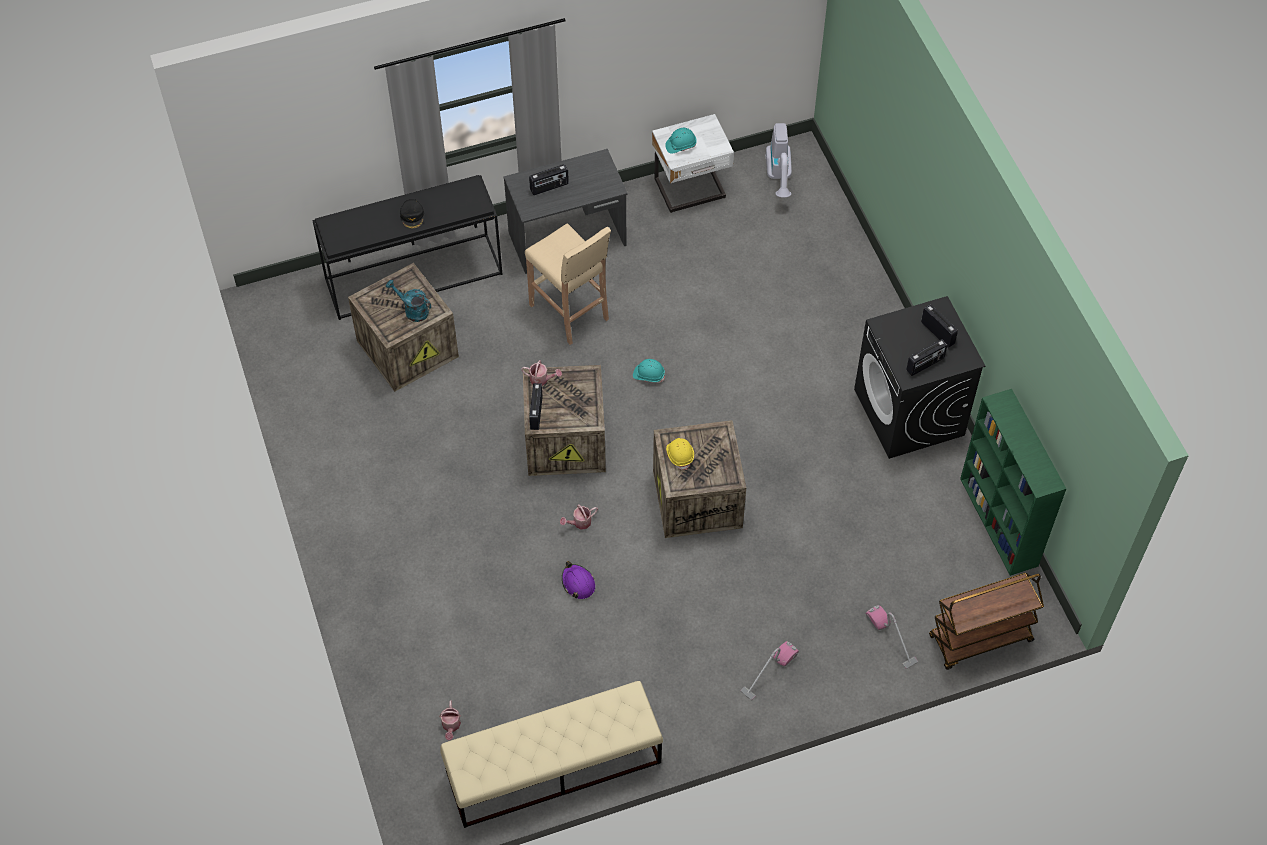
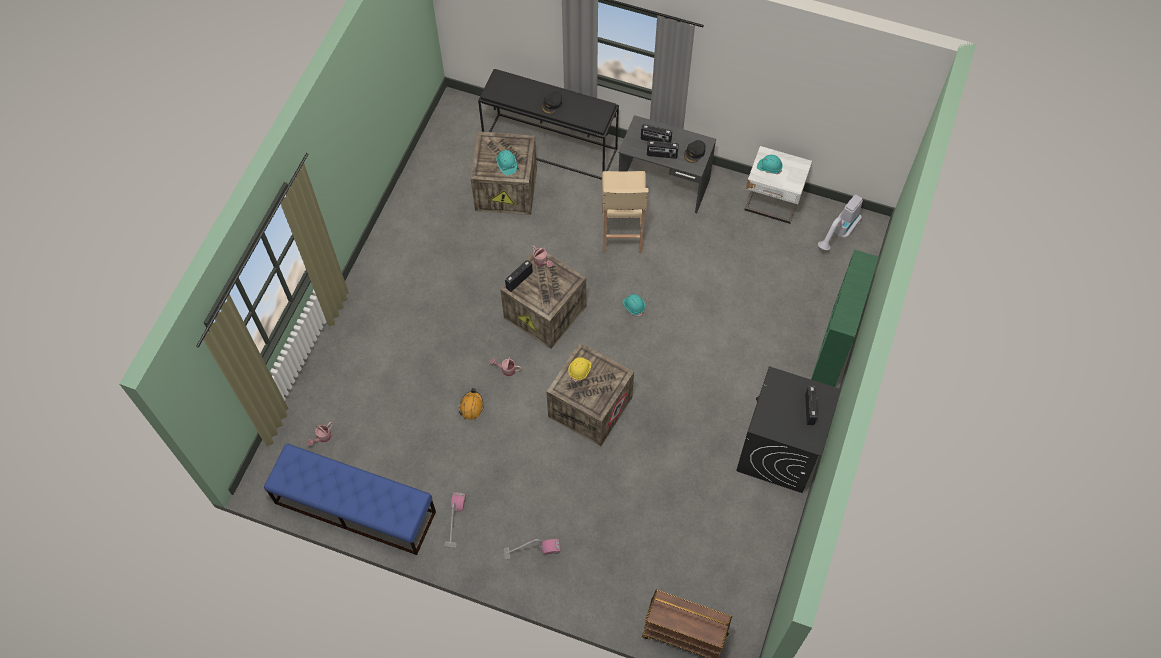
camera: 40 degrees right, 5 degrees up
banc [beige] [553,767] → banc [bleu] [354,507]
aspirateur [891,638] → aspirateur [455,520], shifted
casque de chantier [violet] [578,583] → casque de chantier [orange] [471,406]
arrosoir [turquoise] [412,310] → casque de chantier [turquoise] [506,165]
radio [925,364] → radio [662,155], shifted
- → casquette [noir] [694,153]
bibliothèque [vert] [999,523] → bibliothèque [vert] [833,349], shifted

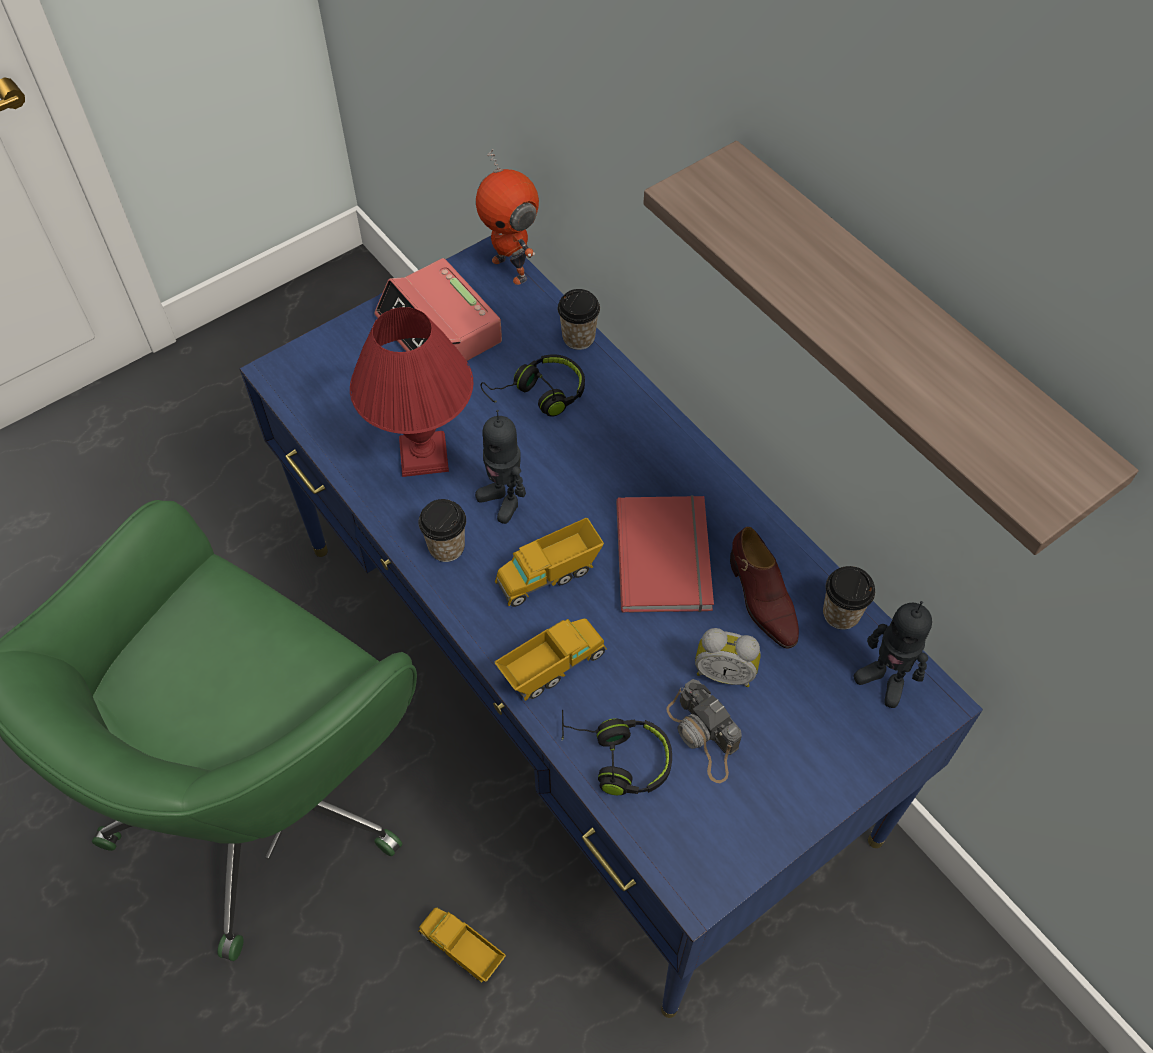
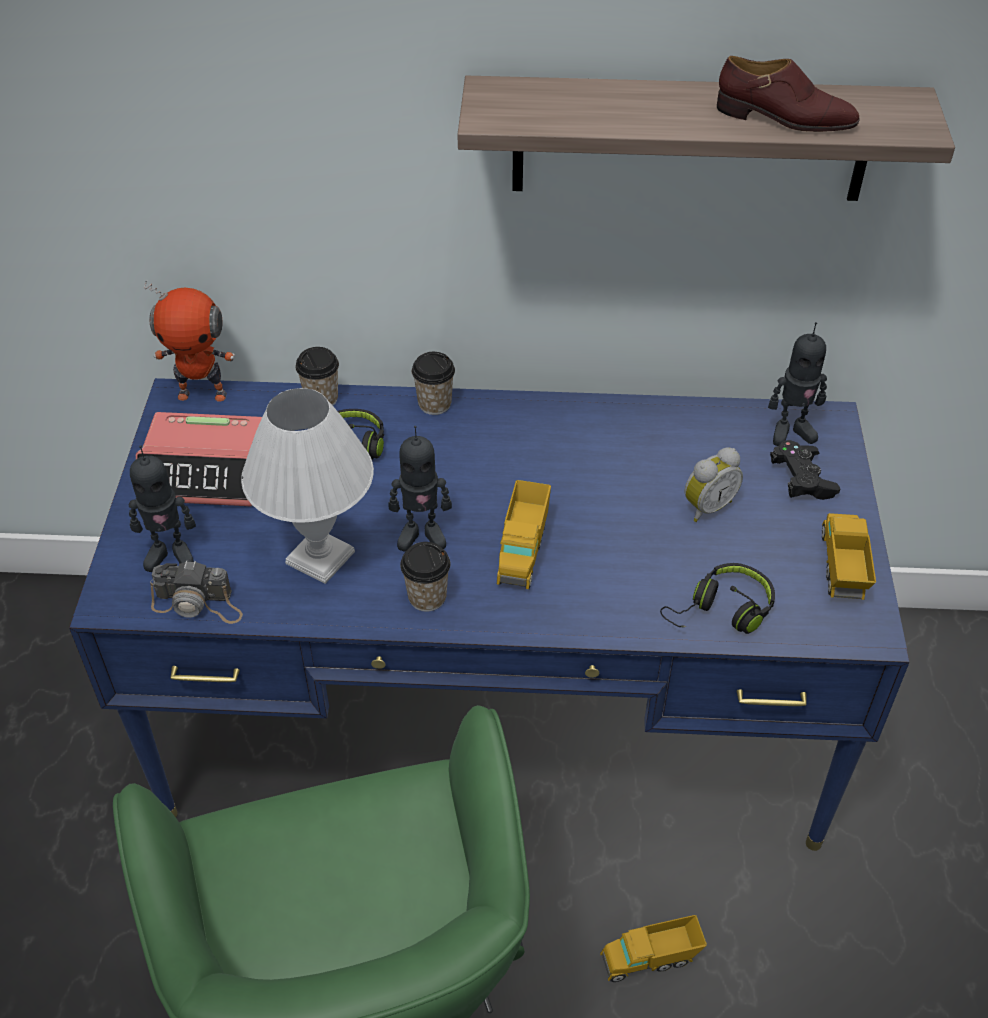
camera: 50 degrees left, 10 degrees down
- → robot jouet [170,555]
appareil photo [704,736] → appareil photo [198,604], shifted
lampe de table [rouge] [422,456] → lampe de table [blanc] [320,559]
tasse [841,614] → tasse [434,404], shifted
chaussure [marron] [761,599] → chaussure [marron] [785,118], shifted
- → manette [noir] [801,480]
camion jouet [552,669] → camion jouet [841,570], shifted
livre [rouge] [667,556] → -

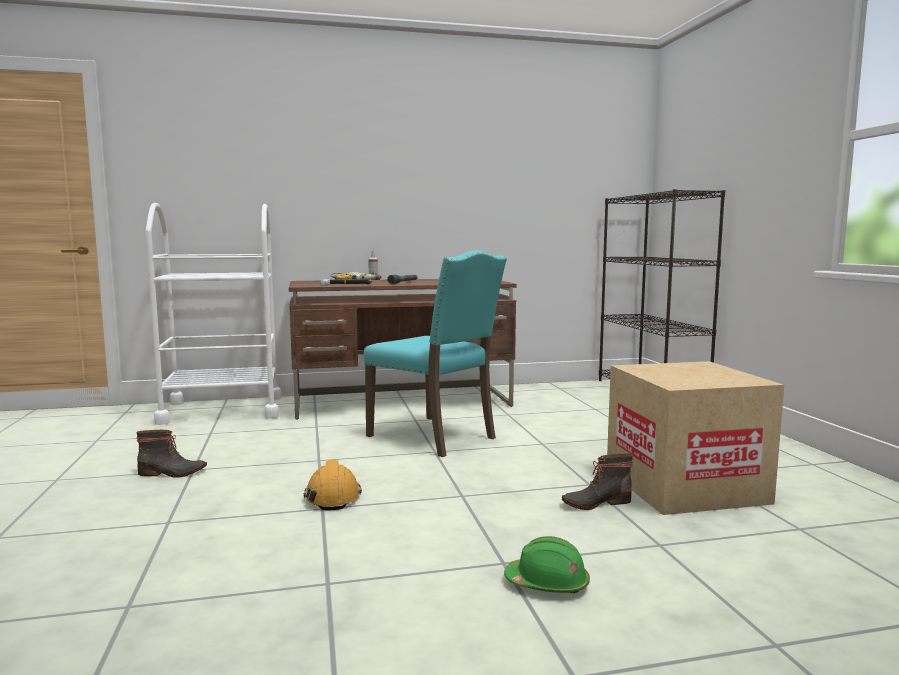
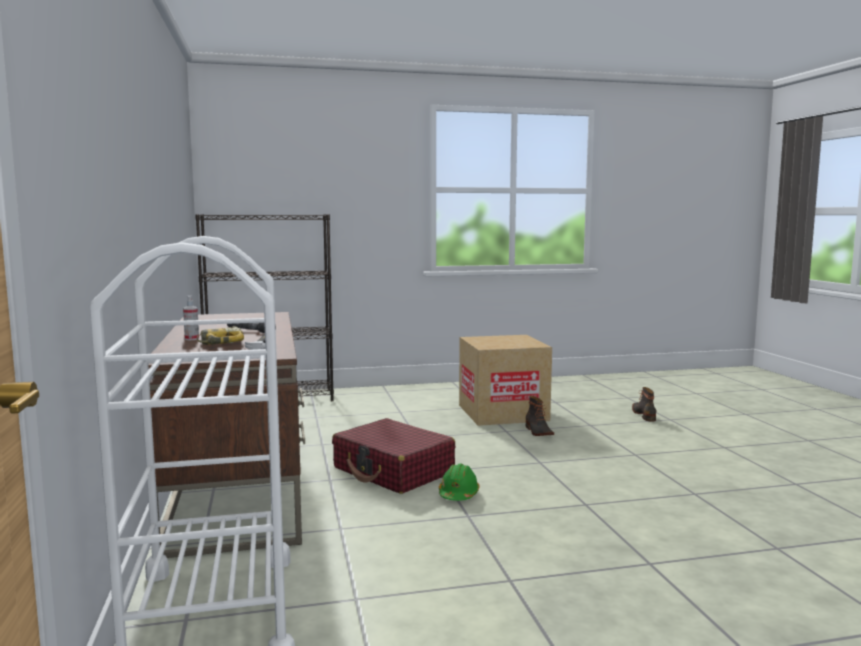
camera: 90 degrees left, 0 degrees up
chaise [turquoise] [435,437] → valise [rouge] [393,471]
casque de chantier [vert] [547,583] → casque de chantier [vert] [458,494], shifted
botte [172,473] → botte [645,415], shifted
casque de chantier [orange] [332,496] → -

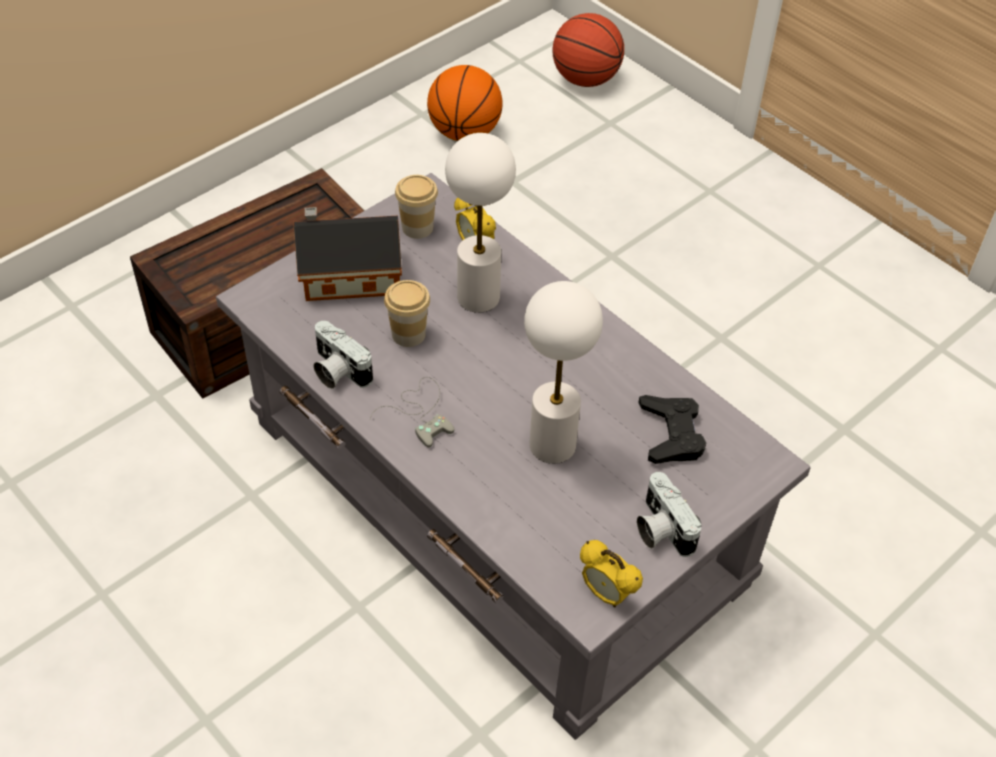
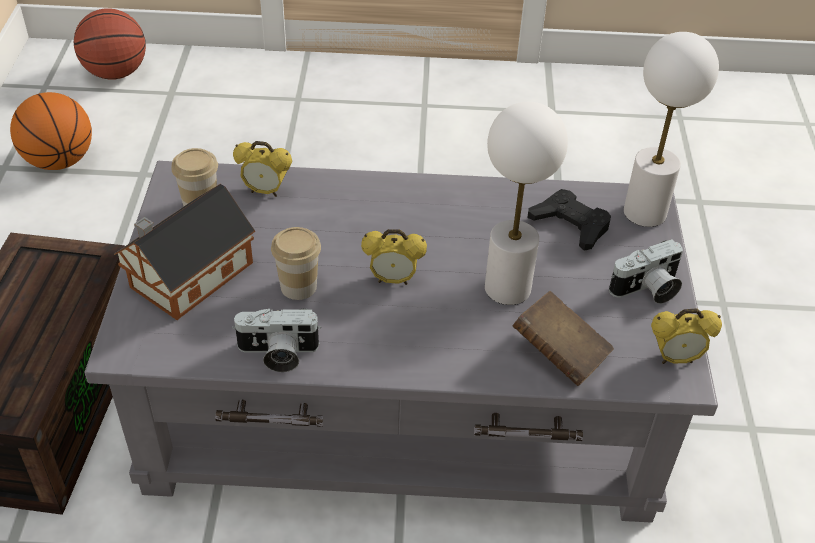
camera: 45 degrees left, 5 degrees down
- → réveil [393,280]
- → livre [marron] [559,354]
appareil photo [660,529] → appareil photo [647,290], 45 degrees counterclockwise
lampe de table [blanc] [479,297] → lampe de table [blanc] [645,212], shifted
manette [gris] [420,412] → -

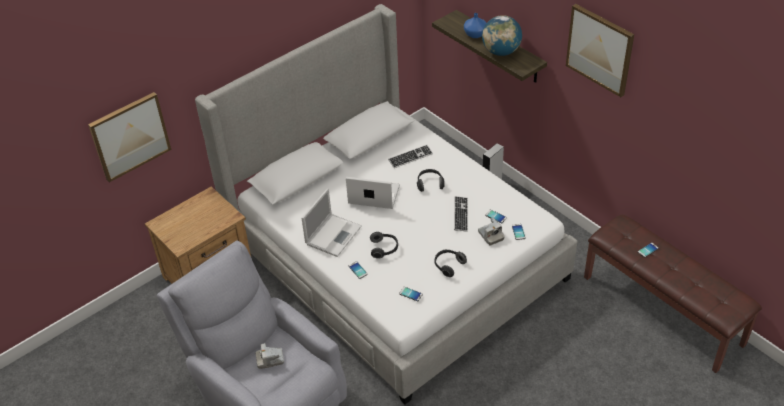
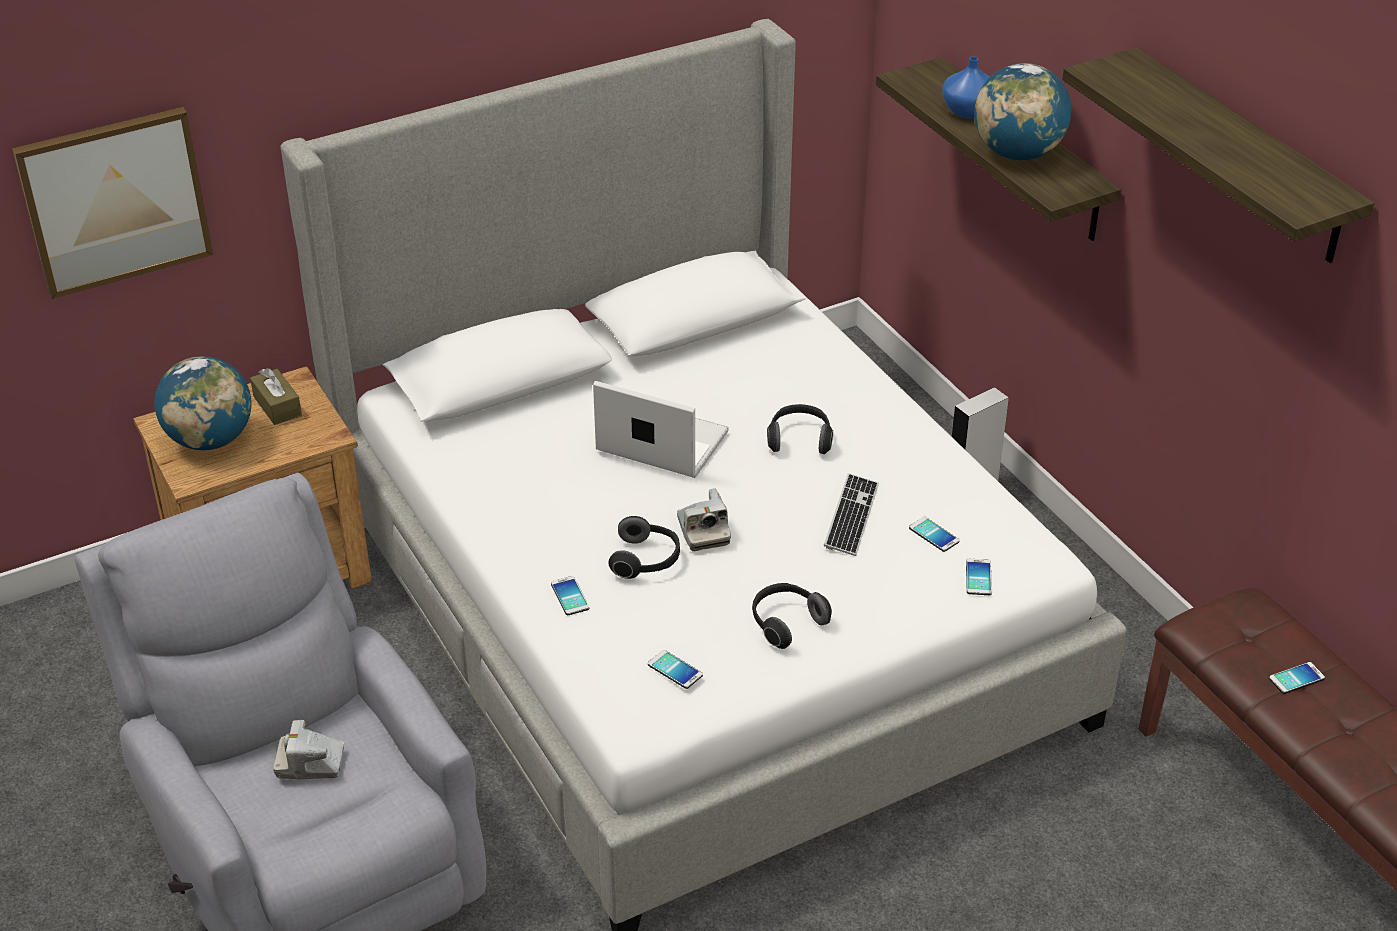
camera: 10 degrees right, 5 degrees down
- → globe [210,440]
- → boîte à mouchoirs [marron] [277,406]
appareil photo [490,235] → appareil photo [703,531], shifted
tableau [600,49] → étagère [1241,157]
ordinateur portable [334,234] → -
clavier [410,157] → -

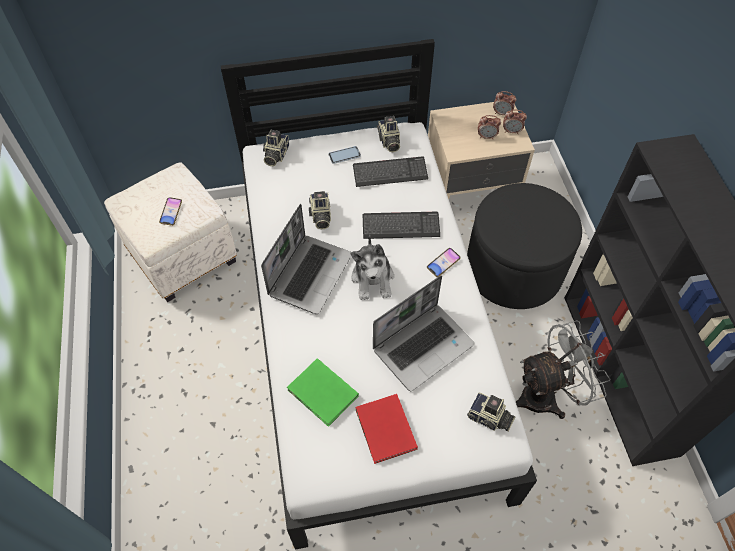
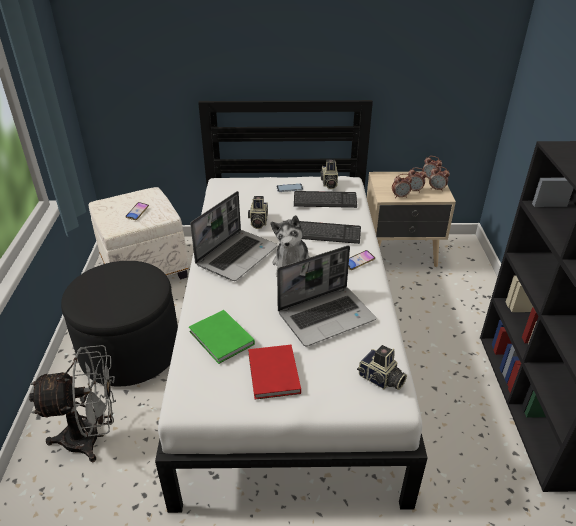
camera: 10 degrees right, 20 degrees down
ventilateur [gris] [546,395] → ventilateur [gris] [92,437], shifted
pouf [noir] [513,269] → pouf [noir] [130,351], shifted
- → réveil [400,196]
appareil photo [275,155] → -

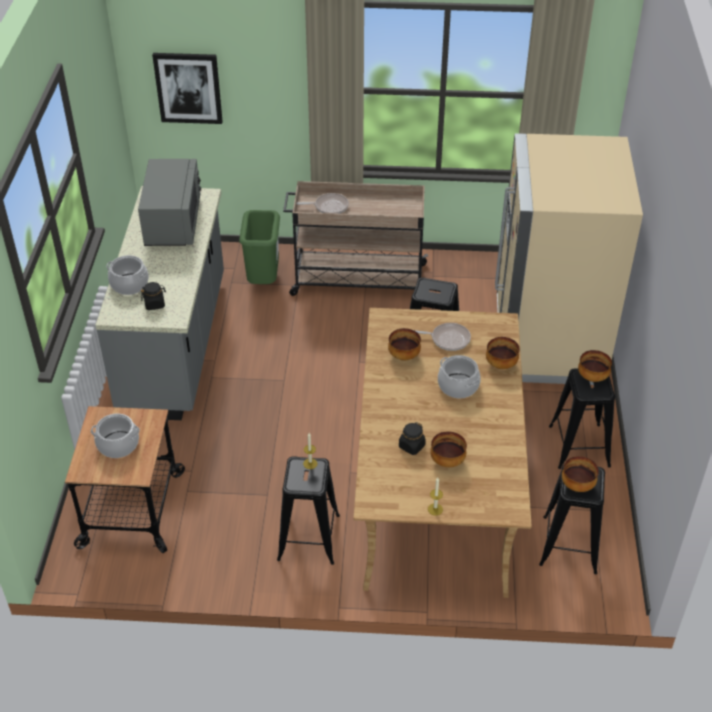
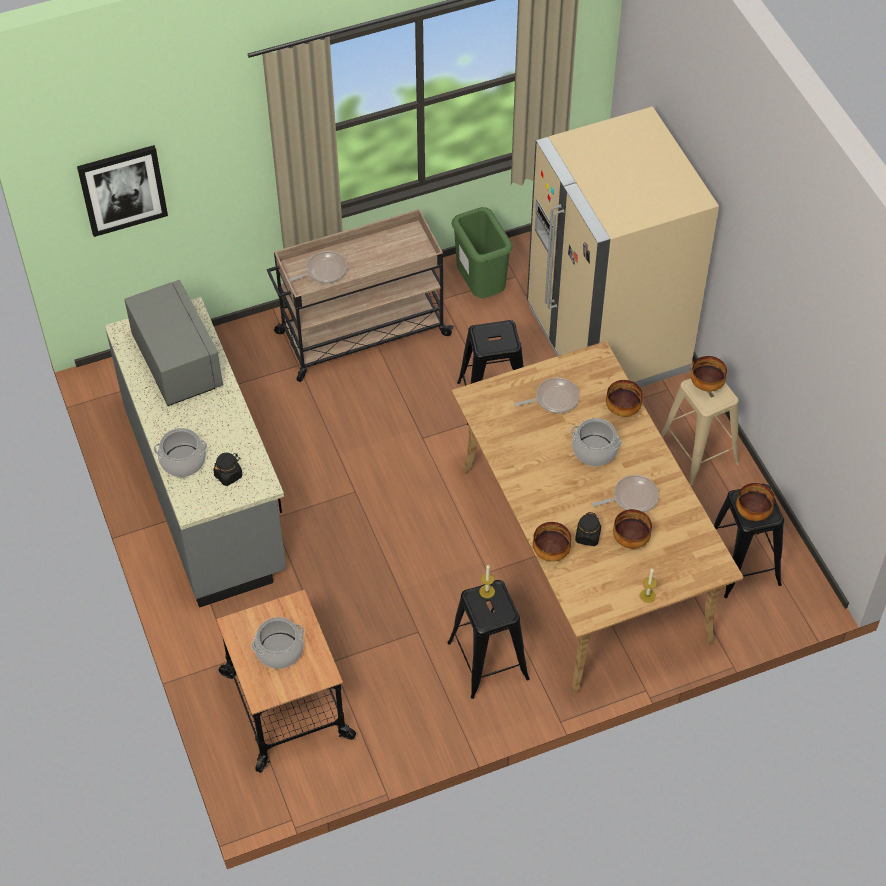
camera: 25 degrees left, 10 degrees up
poubelle [vert] [264,281] → poubelle [vert] [481,288], shifted
bol [404,356] → bol [551,552], shifted
- → poêle [632,497]
tabouret [noir] [579,445] → tabouret [beige] [697,451]

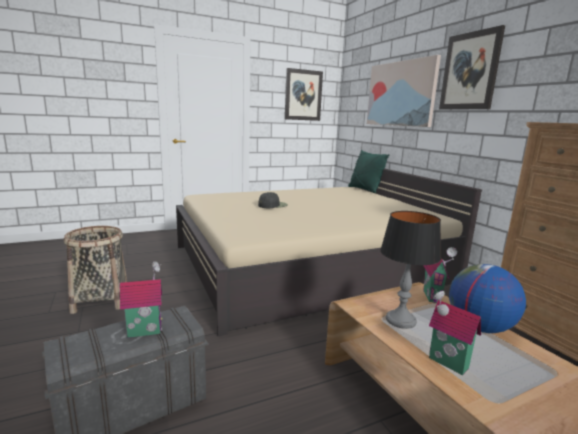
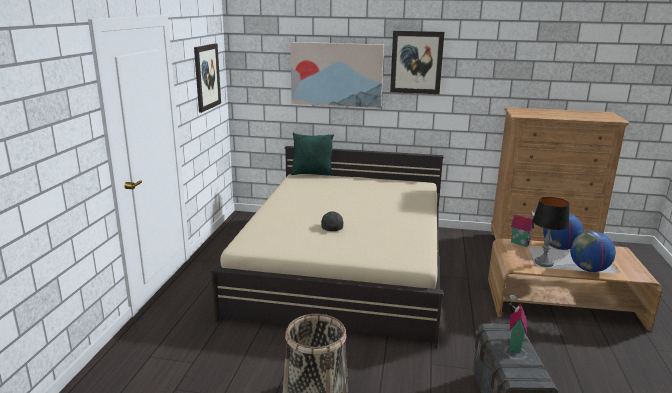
camera: 55 degrees left, 5 degrees up
maison miniature [446,364] → globe [588,269]

